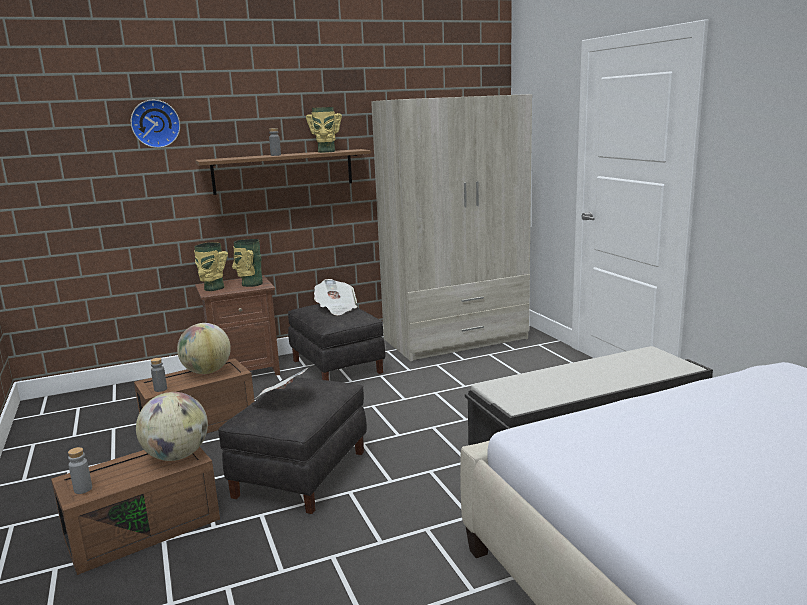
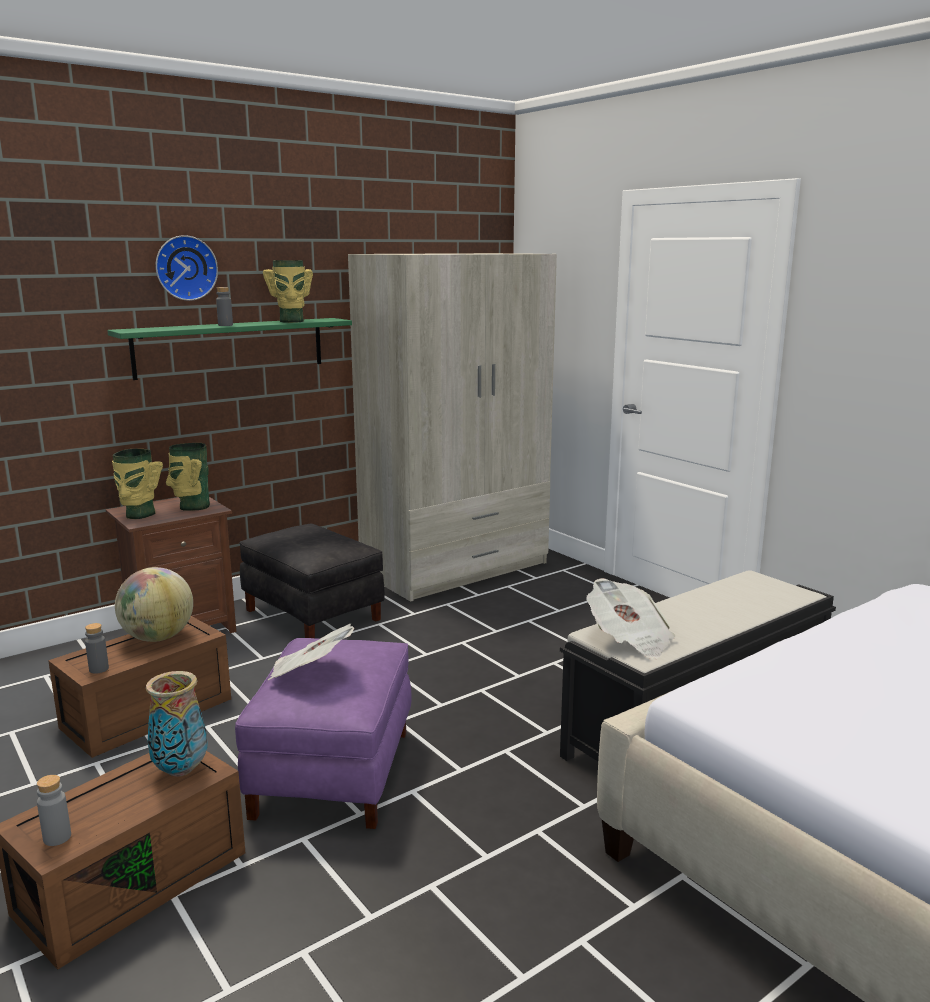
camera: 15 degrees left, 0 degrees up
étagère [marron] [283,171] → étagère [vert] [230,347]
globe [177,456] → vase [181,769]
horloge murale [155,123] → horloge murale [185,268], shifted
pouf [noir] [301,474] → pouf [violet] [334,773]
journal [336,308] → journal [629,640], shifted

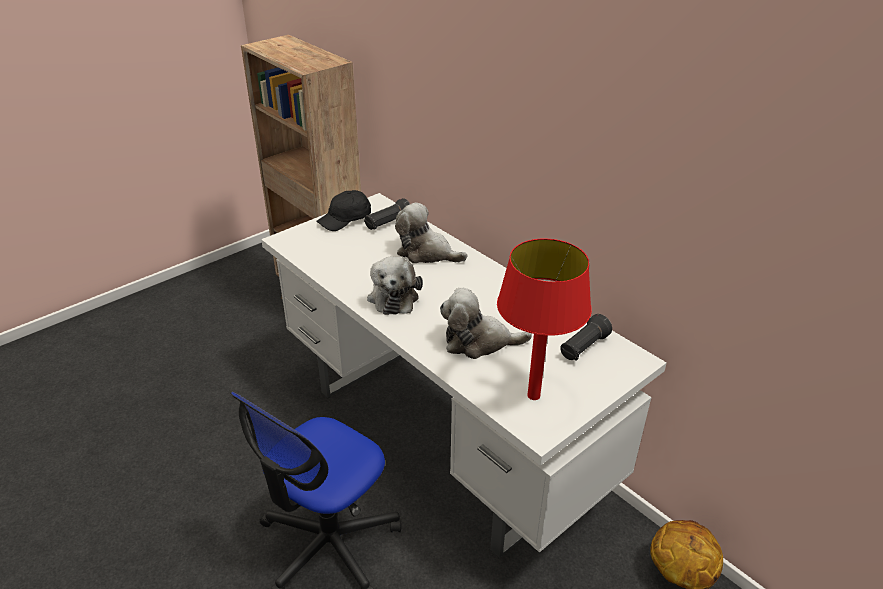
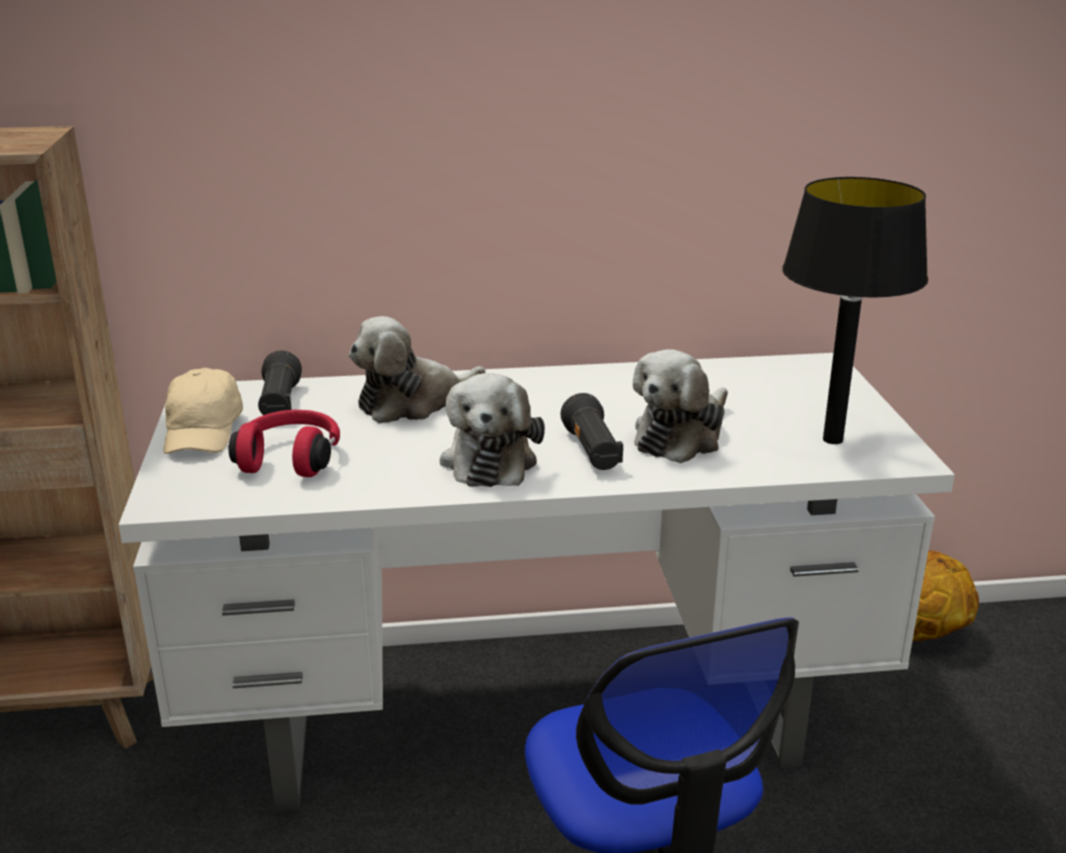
camera: 55 degrees left, 10 degrees down
casquette [noir] [345,219] → casquette [beige] [204,431]
- → casque audio [rouge] [291,459]
peluche [393,296] → peluche [490,460], 60 degrees clockwise
lampe de poche [noir] [583,347] → lampe de poche [noir] [592,452], shifted
lampe de table [rouge] [533,395] → lampe de table [noir] [832,440]

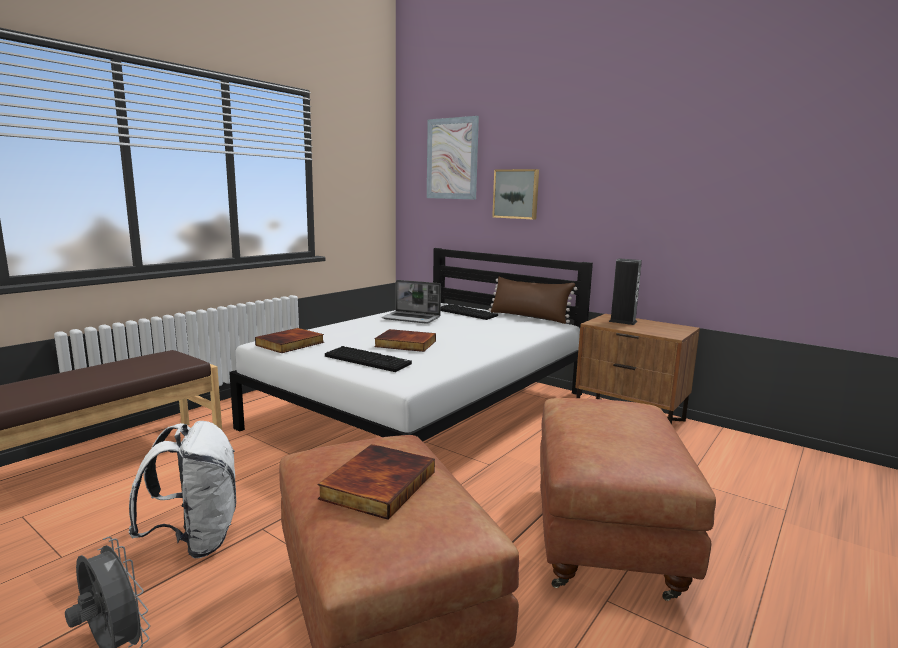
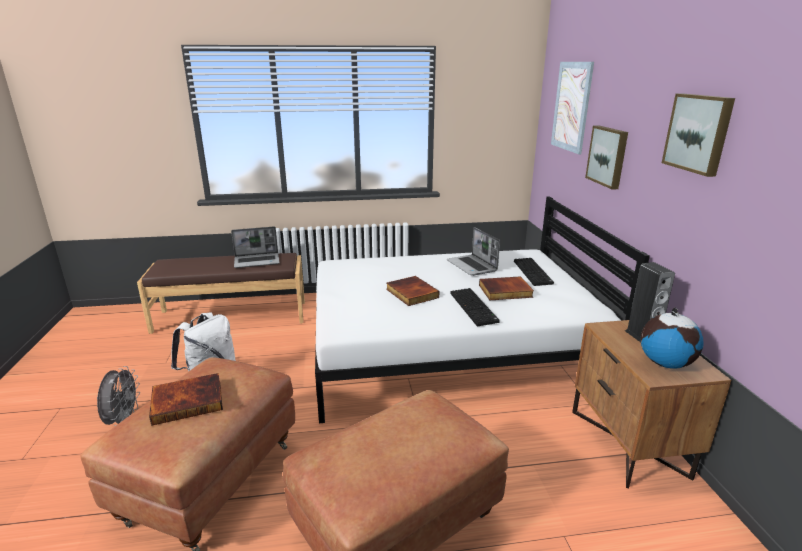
camera: 45 degrees right, 10 degrees up
- → ordinateur portable [257,261]
clavier [369,360] → clavier [474,307], shifted
livre [290,344] → livre [505,291], shifted
- → globe [665,363]
- → tableau [699,133]
coussin [marron] [529,317] → -

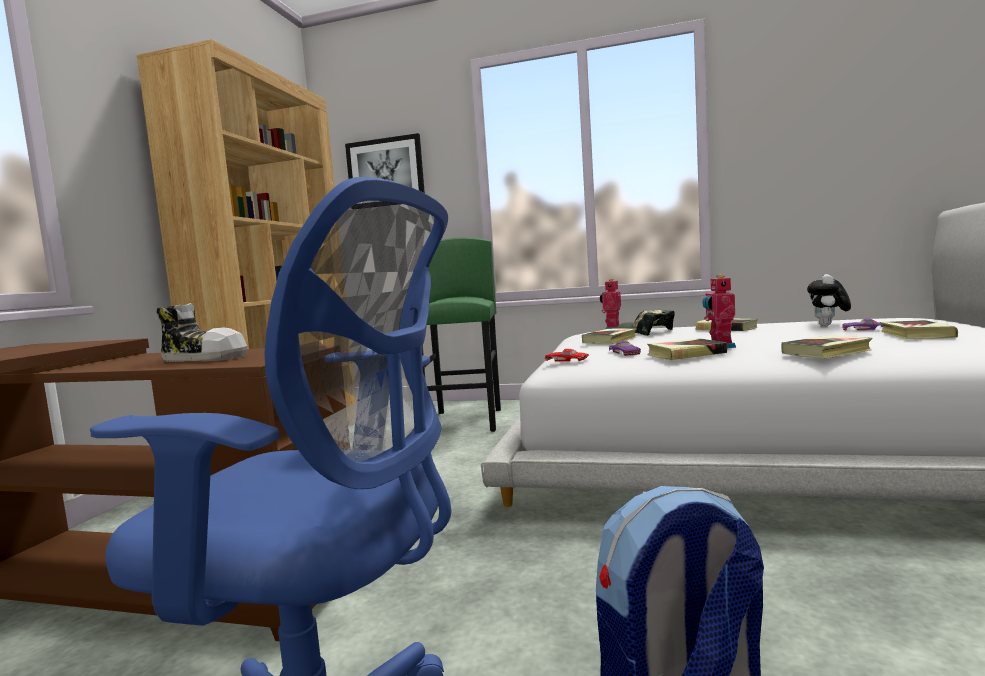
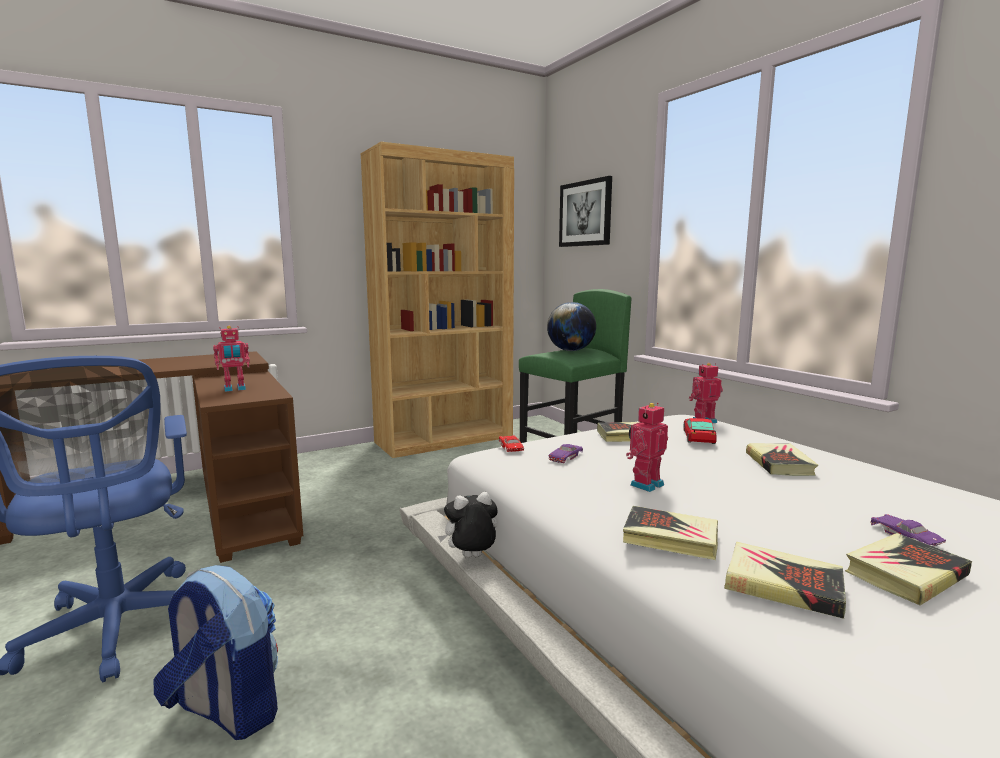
camera: 45 degrees right, 5 degrees up
chaussure [205,358] → robot jouet [235,389]
peluche [828,326] → peluche [471,558], shifted
- → globe [571,350]
casquette [645,332] → petite voiture [699,437]
livre [686,354] → livre [783,586], shifted

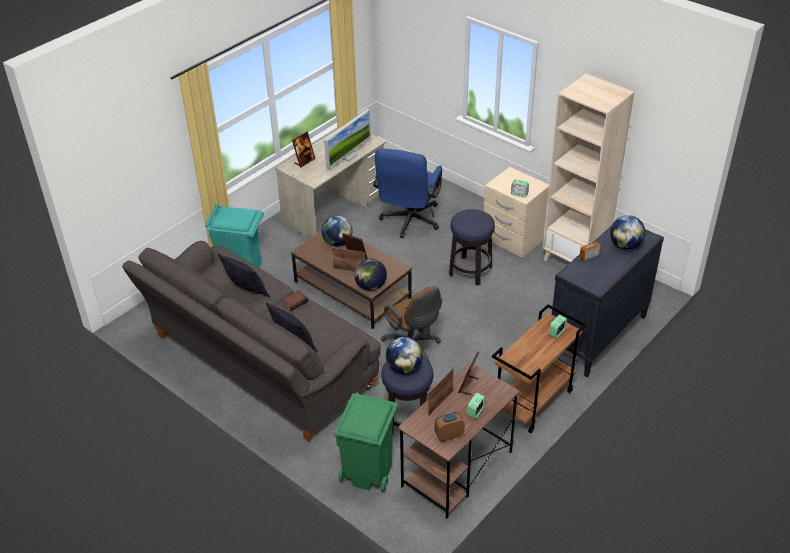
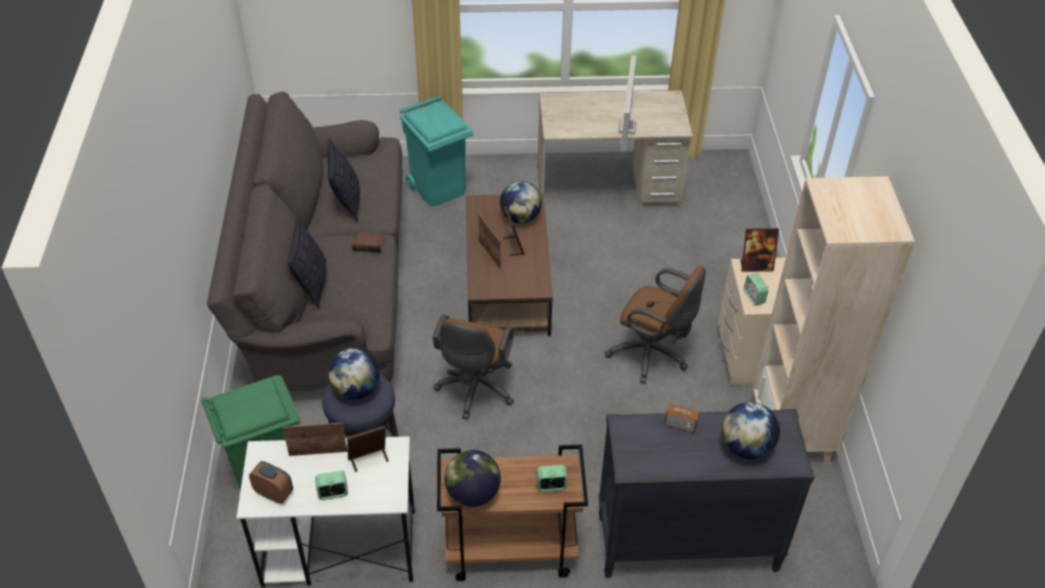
camera: 45 degrees right, 5 degrees up
bureau [marron] [456,469] → bureau [blanc] [338,548]
globe [370,286] → globe [472,493], shifted
tabouret [470,271] → chaise de bureau [marron] [652,355]
écran d'ordinateur [348,156] → écran d'ordinateur [627,128], 105 degrees clockwise
cadre photo [304,161] → cadre photo [756,266], shifted
chaise de bureau [bleu] [409,222] → -

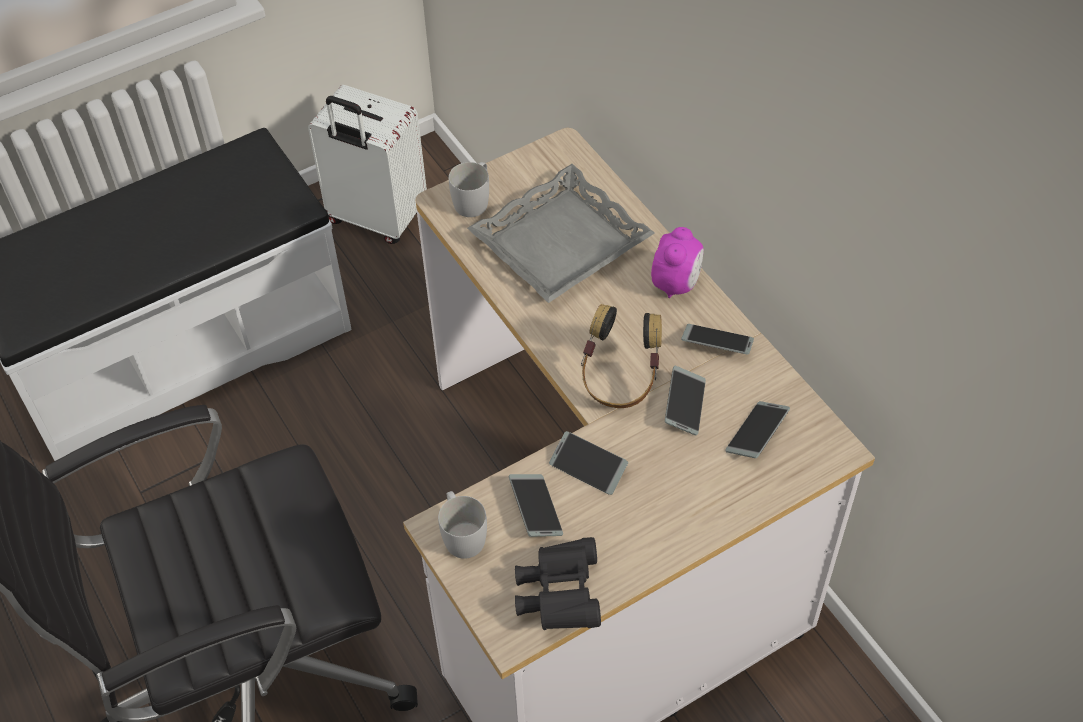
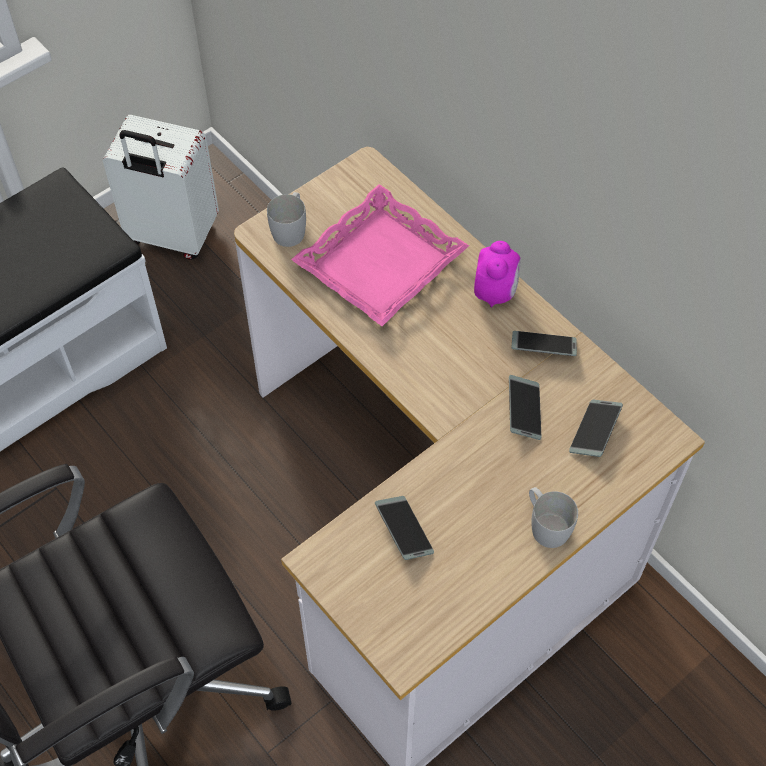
camera: 10 degrees left, 5 degrees up
plateau [gris] [561,243] → plateau [rose] [381,264]
mug [blanc] [462,534] → mug [blanc] [545,524], shifted
jumelles [noir] [559,595] → -
téléphone [588,467] → -
casque audio [620,379] → -

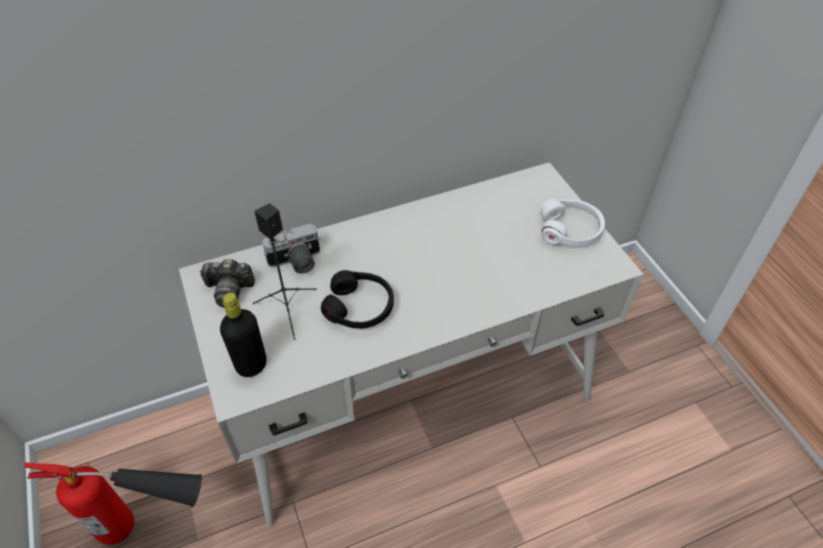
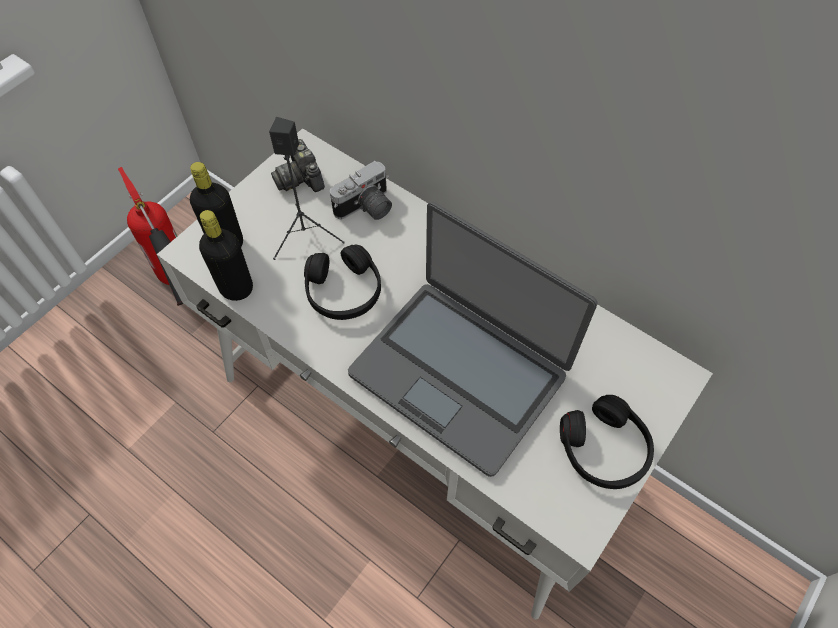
camera: 60 degrees right, 10 degrees up
- → bouteille [noir] [236,288]
appareil photo [296,263] → appareil photo [366,208], 75 degrees counterclockwise
- → ordinateur portable [459,373]
casque audio [blanc] [570,230] → casque audio [noir] [604,449]

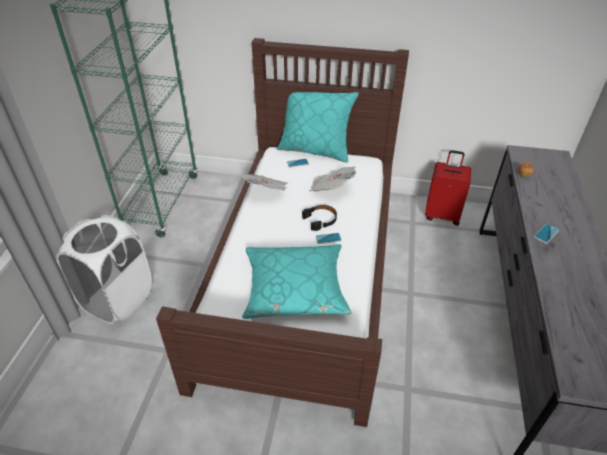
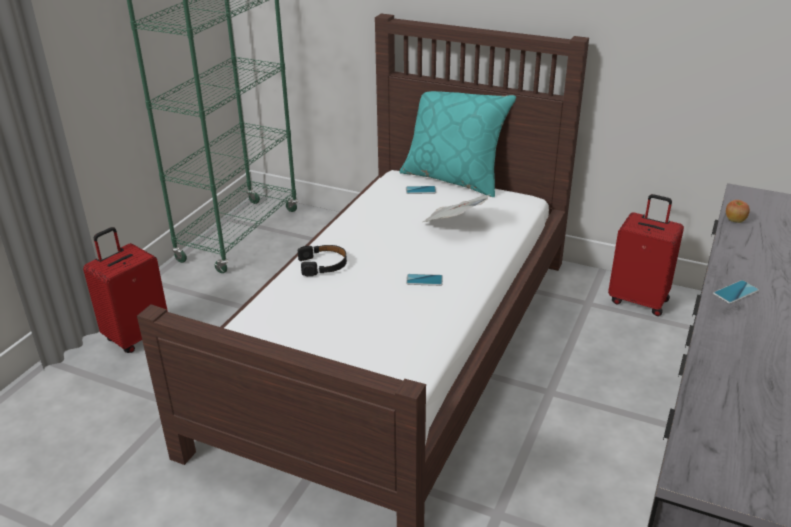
camera: 15 degrees right, 10 degrees down
panier à linge [blanc] [118,299] → valise [rouge] [137,335]
casque audio [noir] [320,220] → casque audio [noir] [323,265], shifted
journal [267,191] → -
coussin [turquoise] [295,288] → -

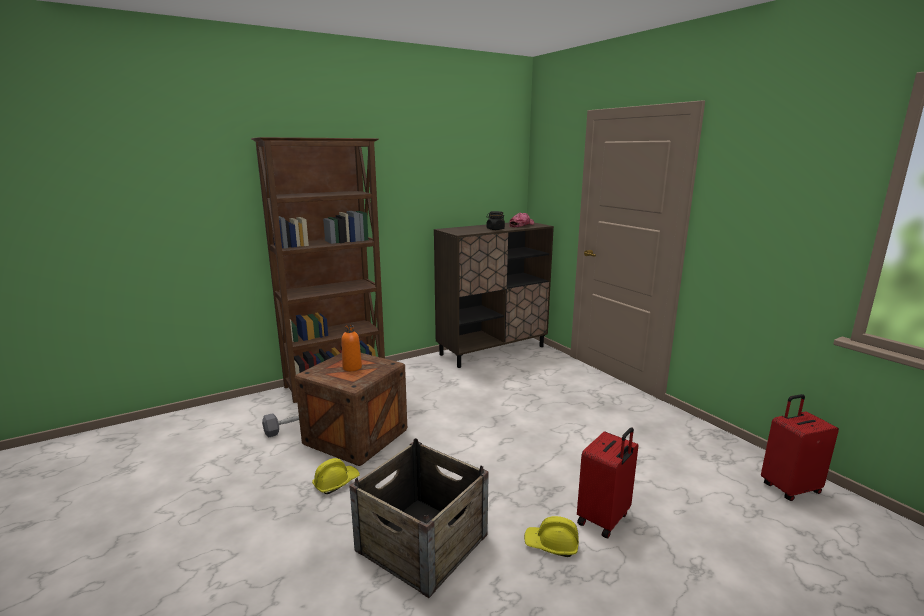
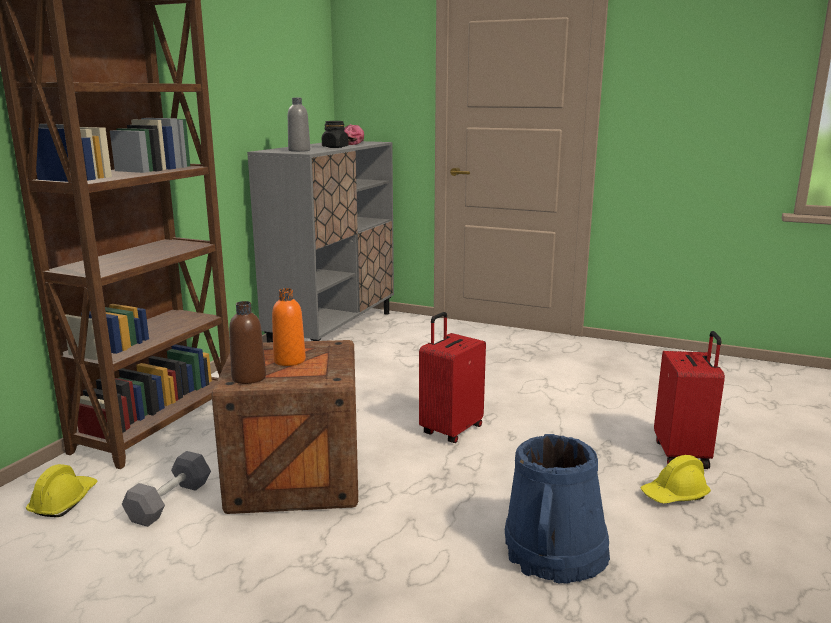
camera: 35 degrees left, 0 degrees up
casque de chantier [jaune] [336,482] → casque de chantier [jaune] [64,501], shifted
- → bouteille [marron] [249,378]
meuble de rangement [marron] [492,350] → meuble de rangement [gris] [333,330]
- → bouteille [gris] [299,150]
valise [rouge] [789,488] → valise [rouge] [450,430], shifted
caisse [422,542] → seau [bleu] [555,551]

